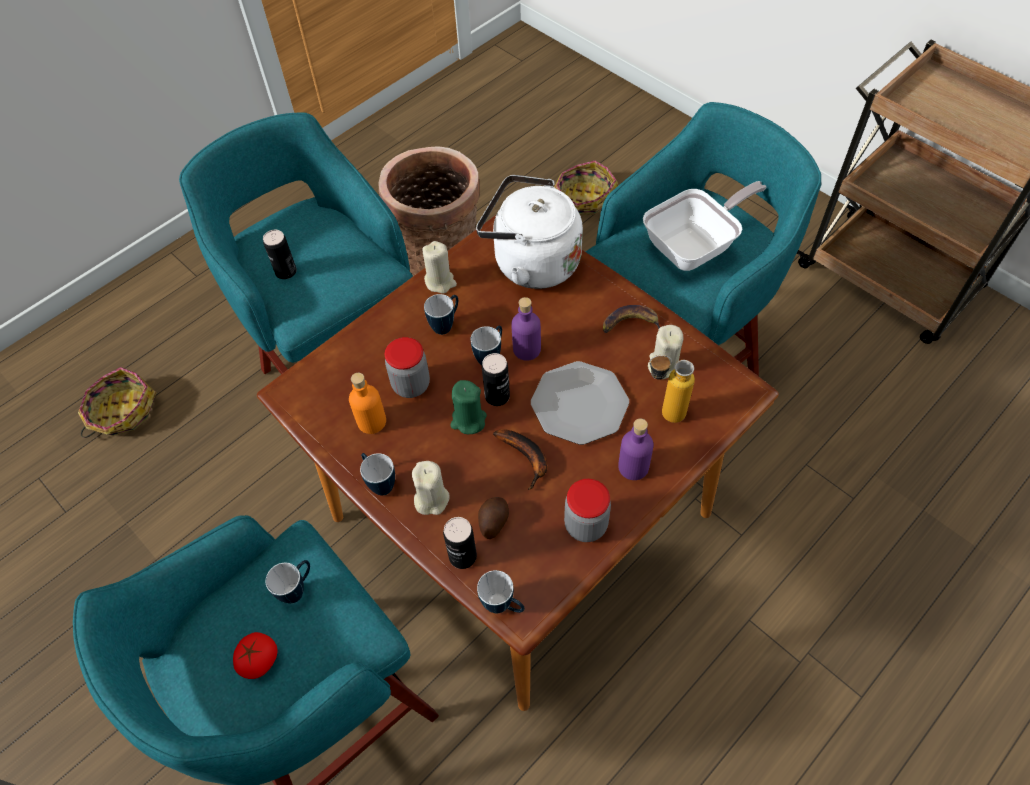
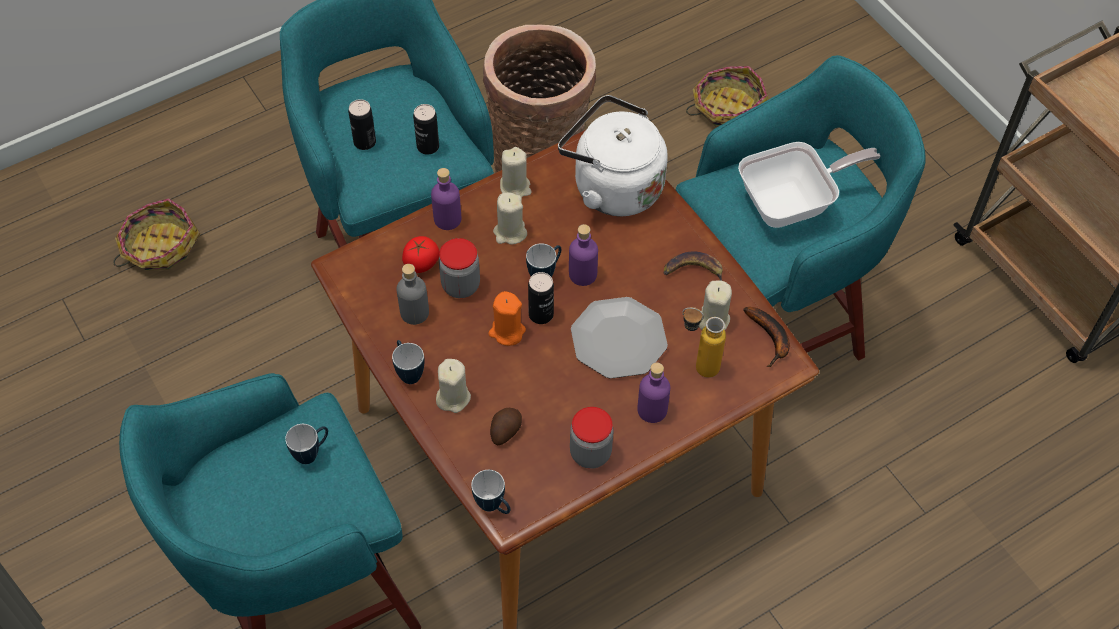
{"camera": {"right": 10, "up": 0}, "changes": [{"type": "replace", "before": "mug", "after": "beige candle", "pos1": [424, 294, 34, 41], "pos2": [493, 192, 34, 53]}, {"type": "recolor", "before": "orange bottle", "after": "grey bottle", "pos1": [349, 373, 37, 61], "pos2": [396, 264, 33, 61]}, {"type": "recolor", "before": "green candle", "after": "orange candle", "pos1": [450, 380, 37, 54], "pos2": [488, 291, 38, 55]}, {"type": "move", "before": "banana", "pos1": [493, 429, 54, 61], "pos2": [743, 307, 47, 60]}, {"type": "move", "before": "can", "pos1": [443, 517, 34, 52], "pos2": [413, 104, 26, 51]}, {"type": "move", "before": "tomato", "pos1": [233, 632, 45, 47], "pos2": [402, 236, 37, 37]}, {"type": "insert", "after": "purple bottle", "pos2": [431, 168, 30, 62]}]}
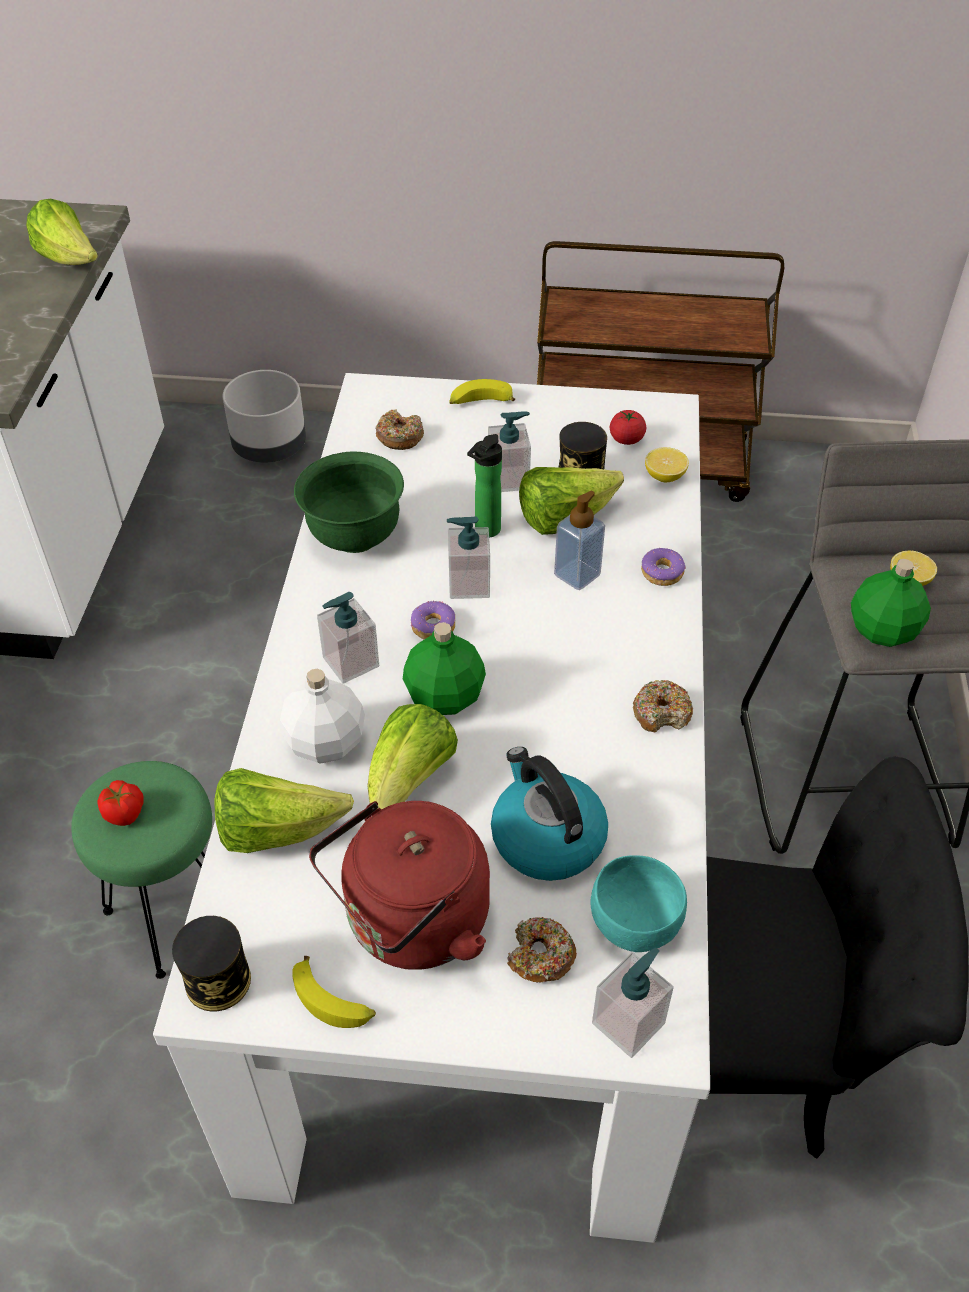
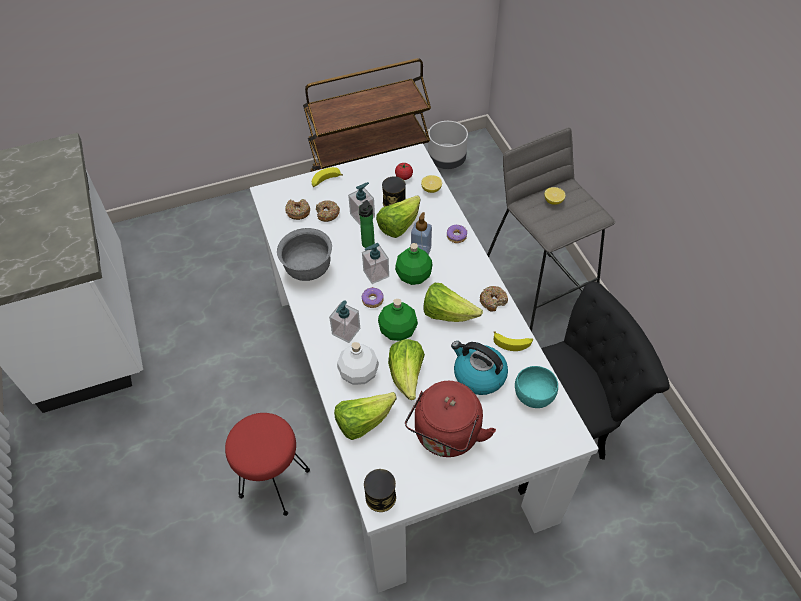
{"camera": {"right": -25, "up": 5}, "changes": [{"type": "move", "before": "lettuce", "pos1": [26, 199, 72, 66], "pos2": [423, 283, 60, 39]}, {"type": "move", "before": "grey planter", "pos1": [223, 370, 83, 93], "pos2": [428, 121, 40, 48]}, {"type": "recolor", "before": "green bowl", "after": "grey bowl", "pos1": [294, 451, 110, 102], "pos2": [277, 228, 55, 53]}, {"type": "move", "before": "green bottle", "pos1": [851, 559, 80, 88], "pos2": [395, 243, 38, 42]}, {"type": "recolor", "before": "green stool", "after": "red stool", "pos1": [71, 761, 141, 218], "pos2": [225, 413, 85, 103]}, {"type": "delete", "before": "tomato", "pos1": [98, 780, 46, 46]}, {"type": "move", "before": "donut", "pos1": [507, 917, 70, 66], "pos2": [316, 200, 24, 22]}, {"type": "delete", "before": "soap dispenser", "pos1": [592, 948, 82, 110]}, {"type": "move", "before": "banana", "pos1": [292, 956, 84, 72], "pos2": [493, 331, 40, 20]}]}
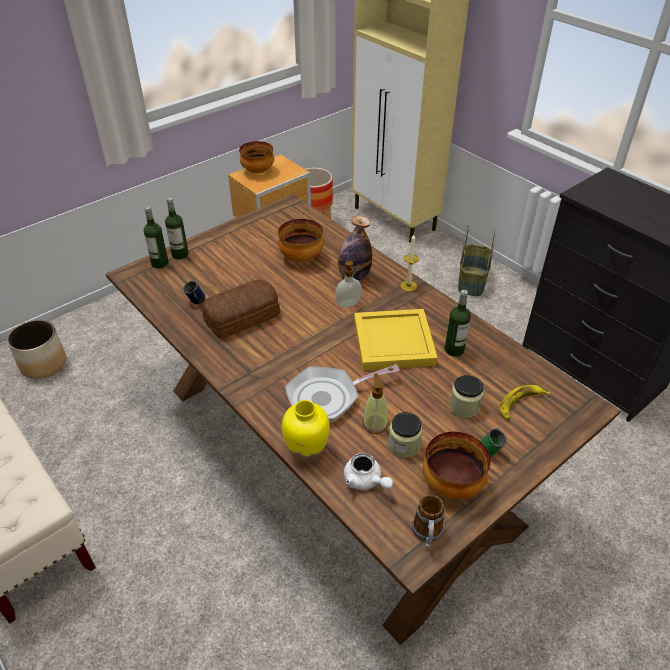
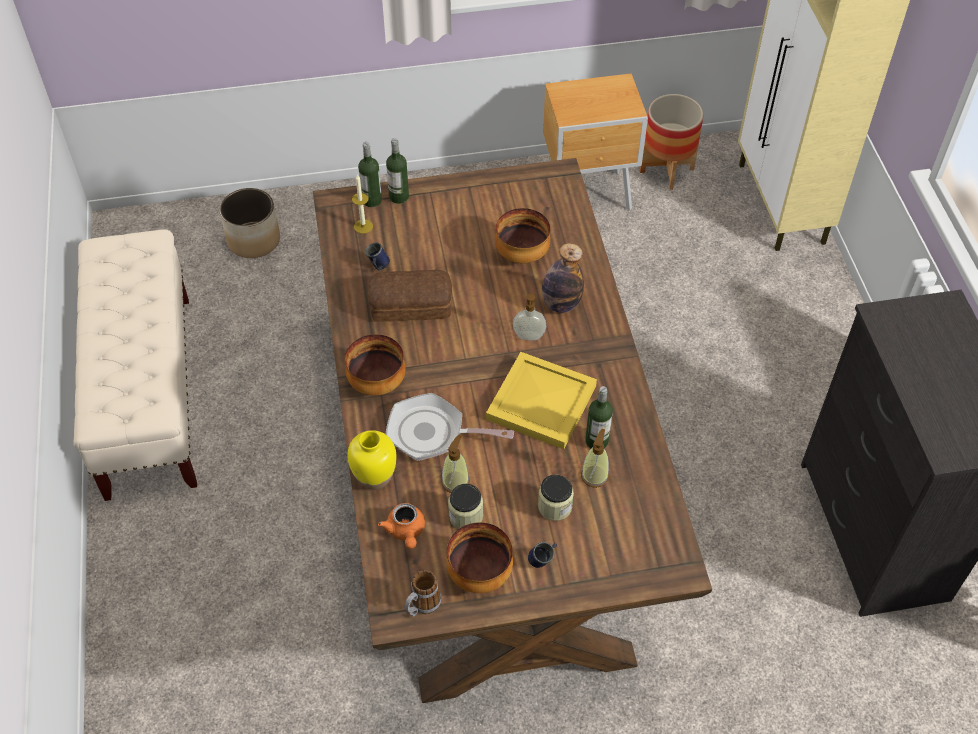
{"camera": {"right": 30, "up": 10}, "changes": [{"type": "move", "before": "bowl", "pos1": [239, 141, 35, 33], "pos2": [345, 334, 61, 62]}, {"type": "delete", "before": "basket", "pos1": [458, 225, 39, 71]}, {"type": "move", "before": "candle", "pos1": [400, 234, 19, 58], "pos2": [352, 174, 21, 60]}, {"type": "delete", "before": "banana", "pos1": [500, 385, 50, 34]}, {"type": "recolor", "before": "green mug", "after": "blue mug", "pos1": [481, 428, 26, 29], "pos2": [528, 542, 29, 26]}, {"type": "recolor", "before": "white teapot", "after": "orange teapot", "pos1": [344, 453, 49, 37], "pos2": [378, 503, 47, 46]}, {"type": "insert", "after": "soap dispenser", "pos2": [581, 429, 28, 59]}]}
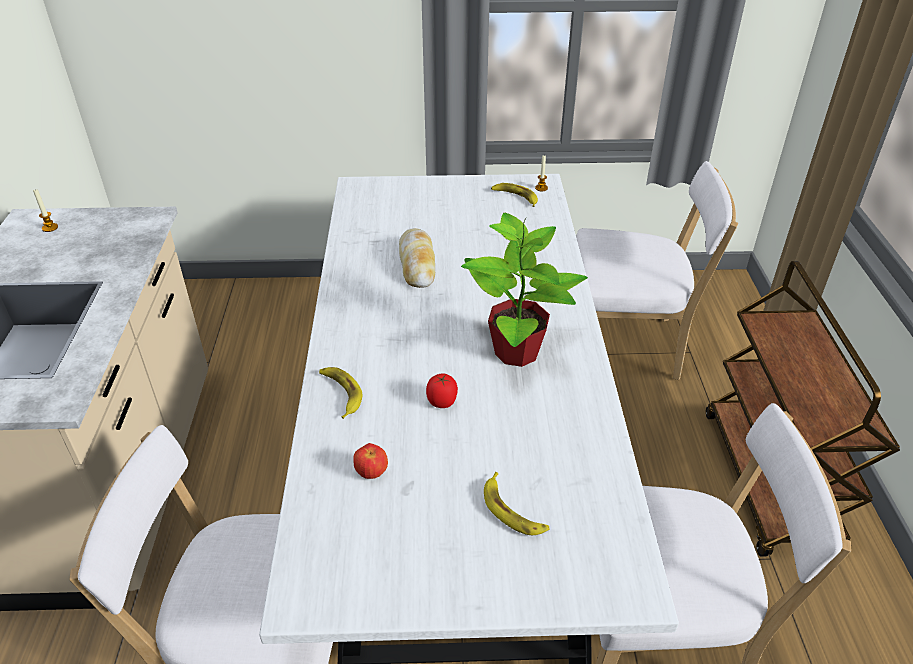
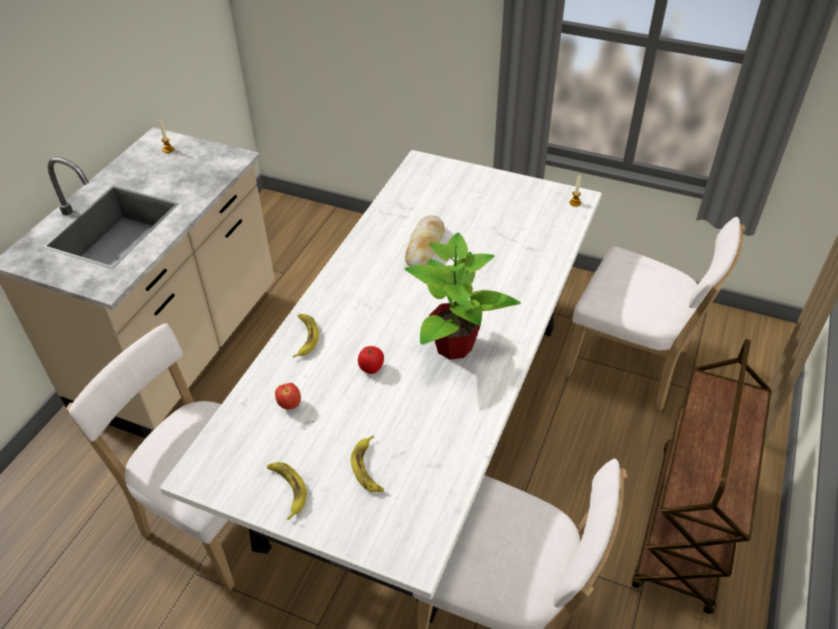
{"camera": {"right": 25, "up": 5}, "changes": [{"type": "move", "before": "banana", "pos1": [491, 183, 47, 24], "pos2": [267, 462, 40, 58]}]}
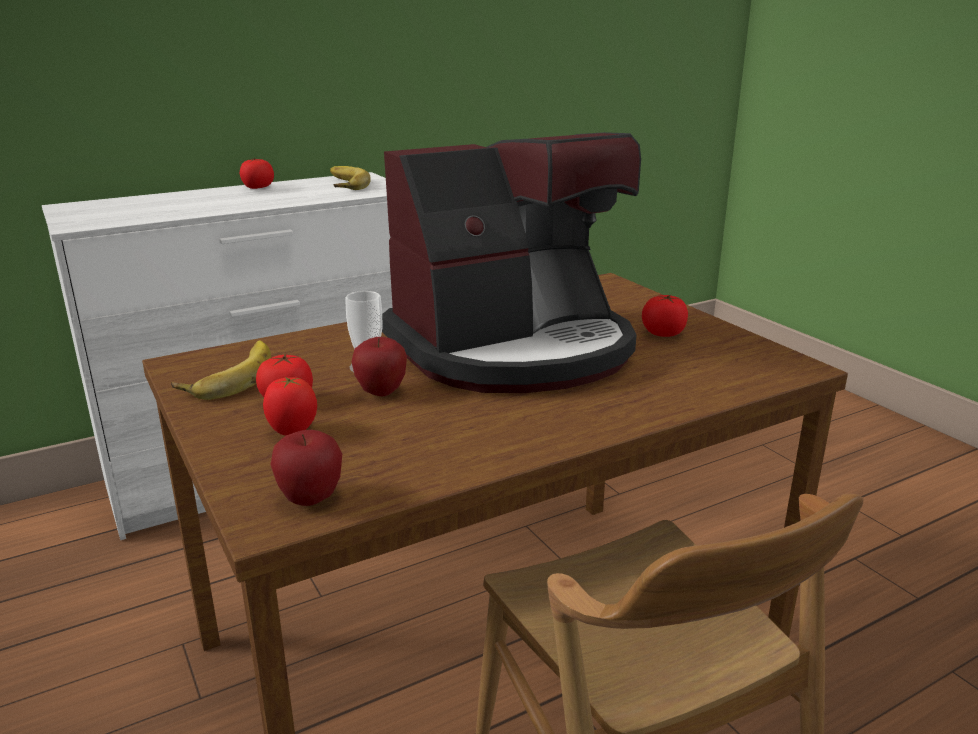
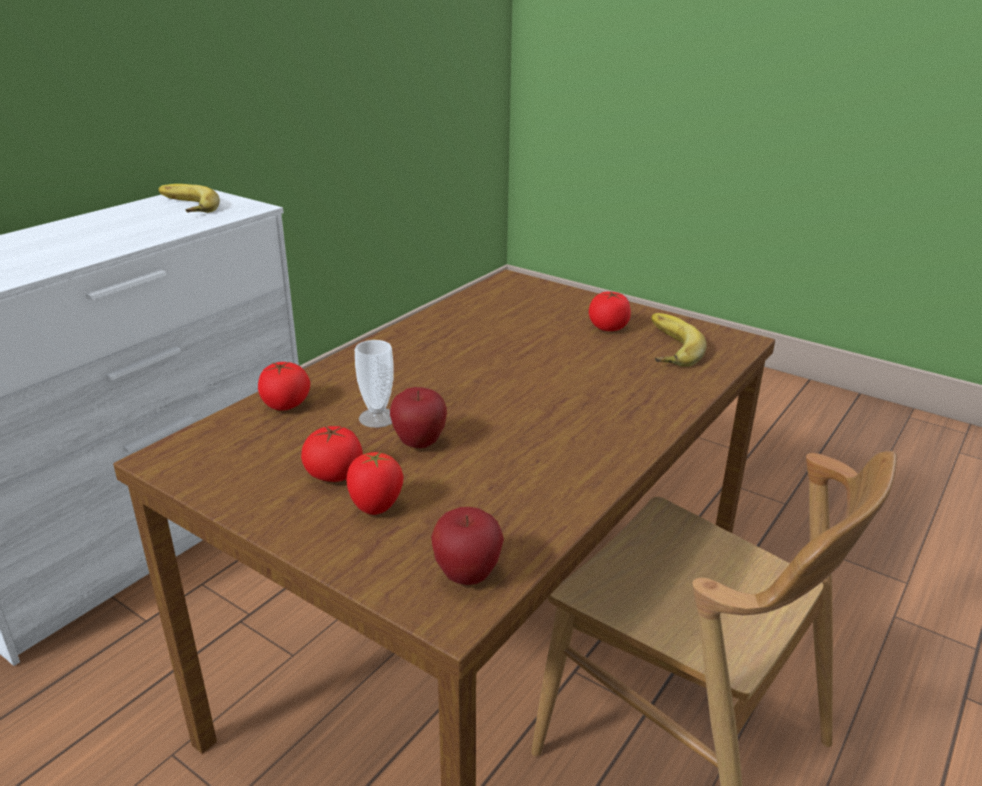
{"camera": {"right": -25, "up": 5}, "changes": [{"type": "delete", "before": "coffee machine", "pos1": [382, 132, 259, 261]}, {"type": "move", "before": "tomato", "pos1": [240, 158, 34, 31], "pos2": [258, 362, 52, 49]}, {"type": "move", "before": "banana", "pos1": [171, 341, 100, 59], "pos2": [651, 313, 56, 54]}]}
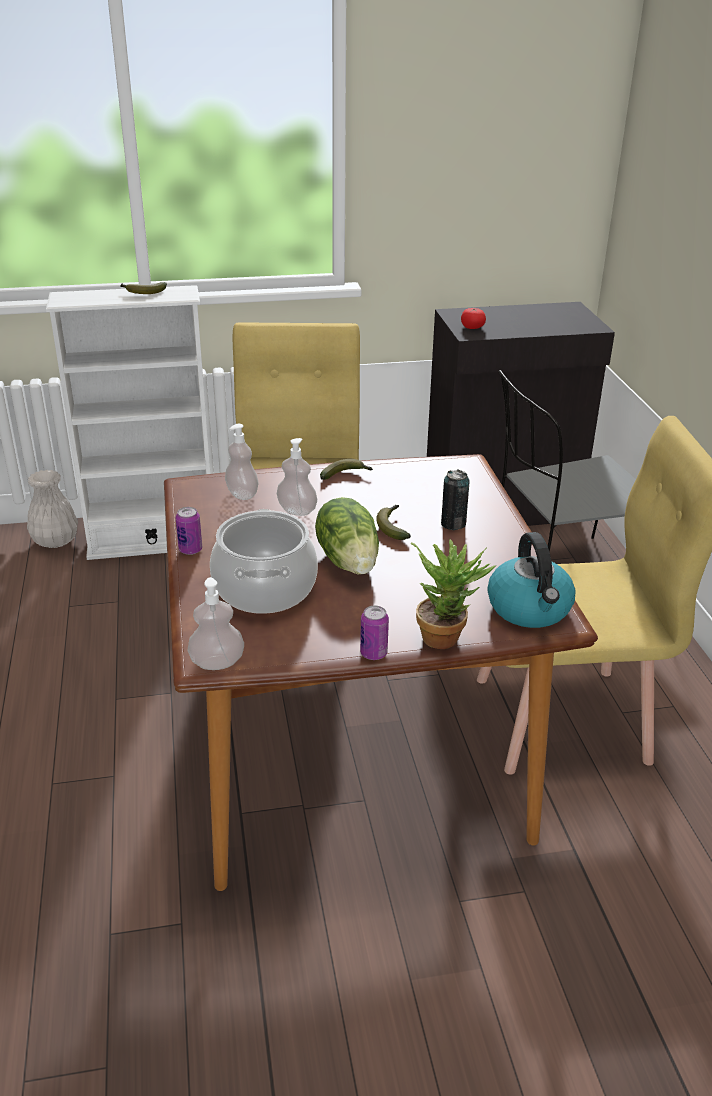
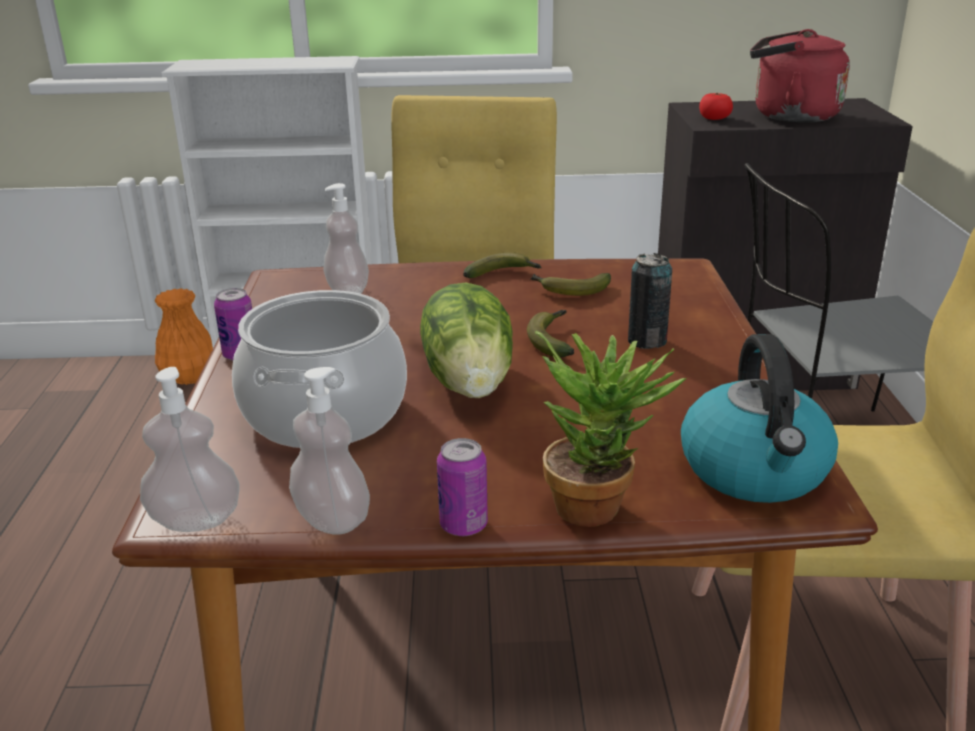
{"camera": {"right": 10, "up": -5}, "changes": [{"type": "move", "before": "banana", "pos1": [120, 282, 47, 12], "pos2": [531, 273, 80, 23]}, {"type": "move", "before": "soap dispenser", "pos1": [277, 438, 40, 78], "pos2": [289, 367, 81, 168]}, {"type": "recolor", "before": "white vase", "after": "orange vase", "pos1": [27, 470, 51, 78], "pos2": [155, 288, 58, 97]}, {"type": "insert", "after": "red kettle", "pos2": [750, 29, 100, 94]}]}
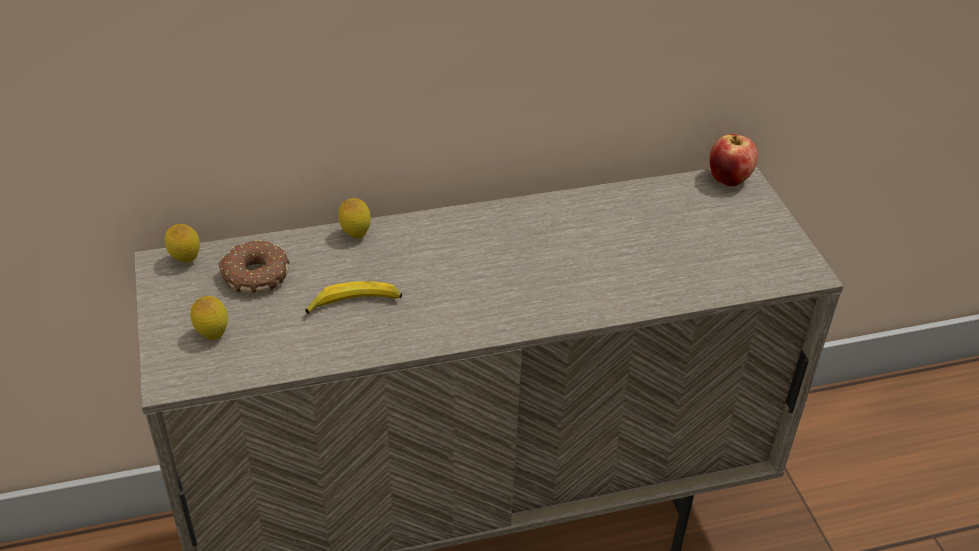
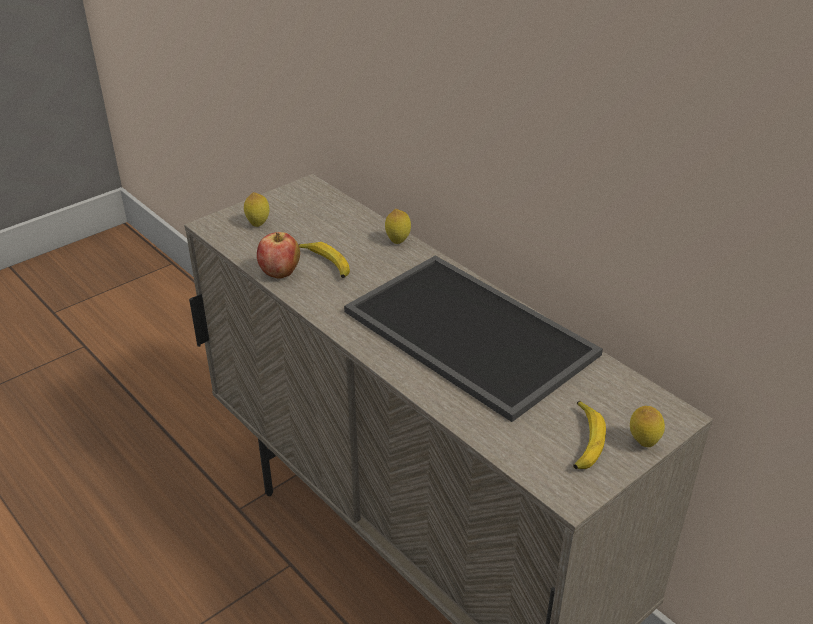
{"camera": {"right": 65, "up": -5}, "changes": [{"type": "move", "before": "apple", "pos1": [709, 134, 49, 53], "pos2": [257, 232, 43, 47]}, {"type": "move", "before": "lemon", "pos1": [165, 224, 35, 38], "pos2": [630, 406, 35, 41]}, {"type": "delete", "before": "donut", "pos1": [218, 240, 72, 53]}, {"type": "insert", "after": "tray", "pos2": [344, 255, 259, 167]}, {"type": "insert", "after": "banana", "pos2": [573, 401, 33, 68]}]}
